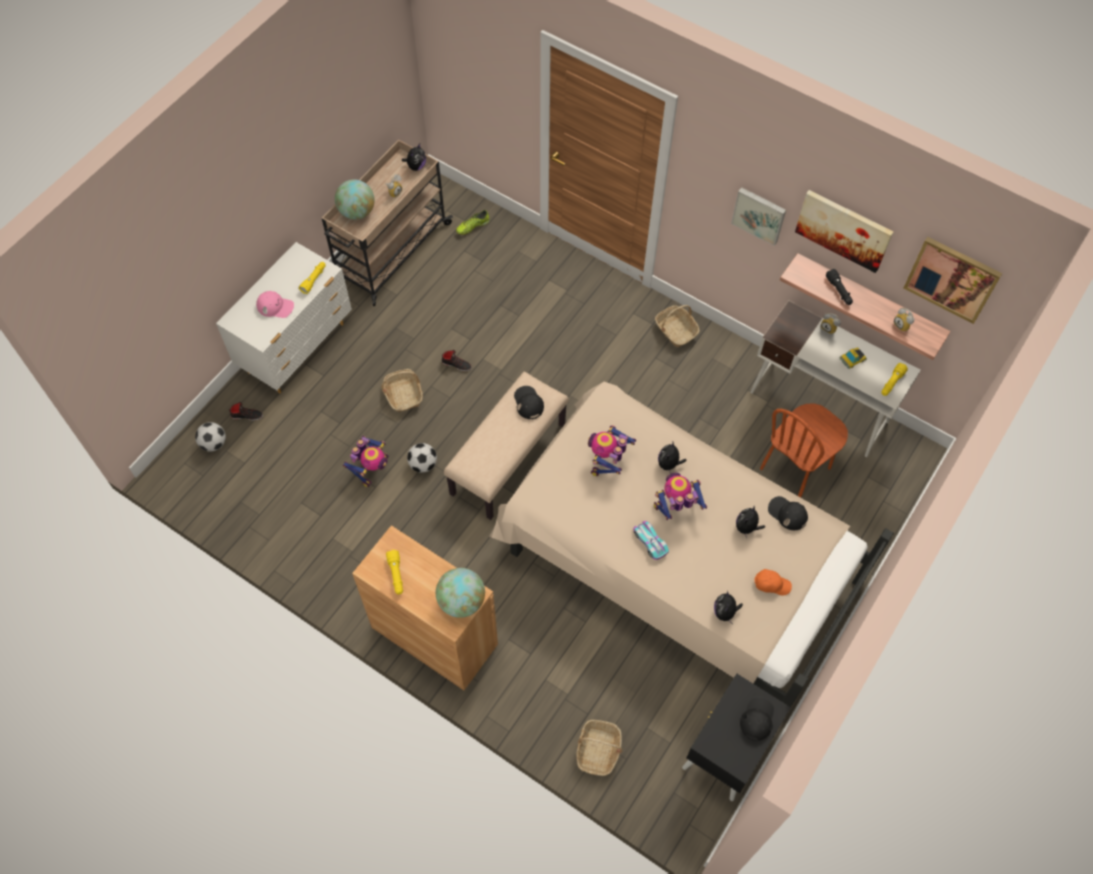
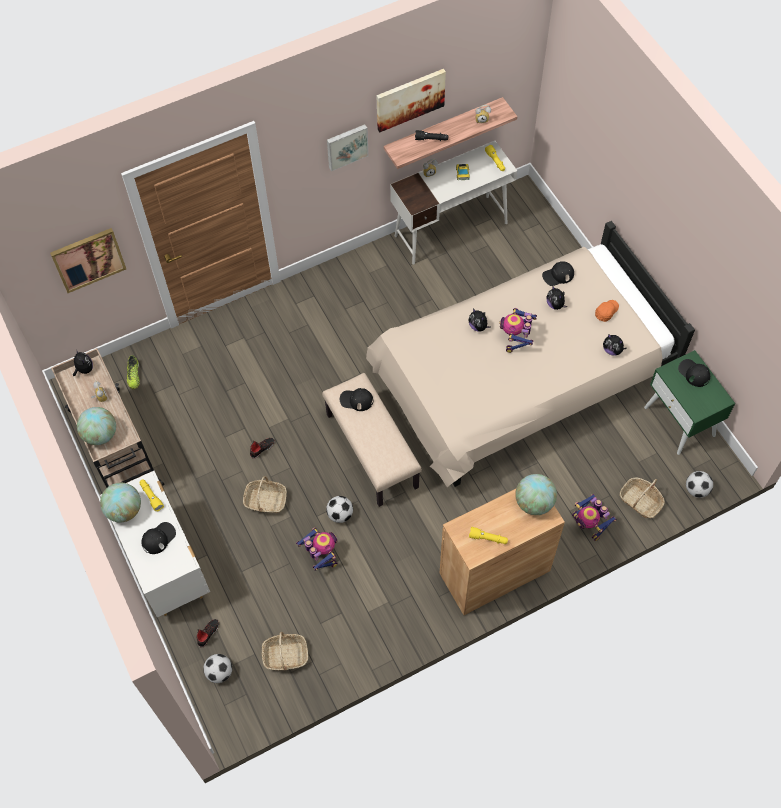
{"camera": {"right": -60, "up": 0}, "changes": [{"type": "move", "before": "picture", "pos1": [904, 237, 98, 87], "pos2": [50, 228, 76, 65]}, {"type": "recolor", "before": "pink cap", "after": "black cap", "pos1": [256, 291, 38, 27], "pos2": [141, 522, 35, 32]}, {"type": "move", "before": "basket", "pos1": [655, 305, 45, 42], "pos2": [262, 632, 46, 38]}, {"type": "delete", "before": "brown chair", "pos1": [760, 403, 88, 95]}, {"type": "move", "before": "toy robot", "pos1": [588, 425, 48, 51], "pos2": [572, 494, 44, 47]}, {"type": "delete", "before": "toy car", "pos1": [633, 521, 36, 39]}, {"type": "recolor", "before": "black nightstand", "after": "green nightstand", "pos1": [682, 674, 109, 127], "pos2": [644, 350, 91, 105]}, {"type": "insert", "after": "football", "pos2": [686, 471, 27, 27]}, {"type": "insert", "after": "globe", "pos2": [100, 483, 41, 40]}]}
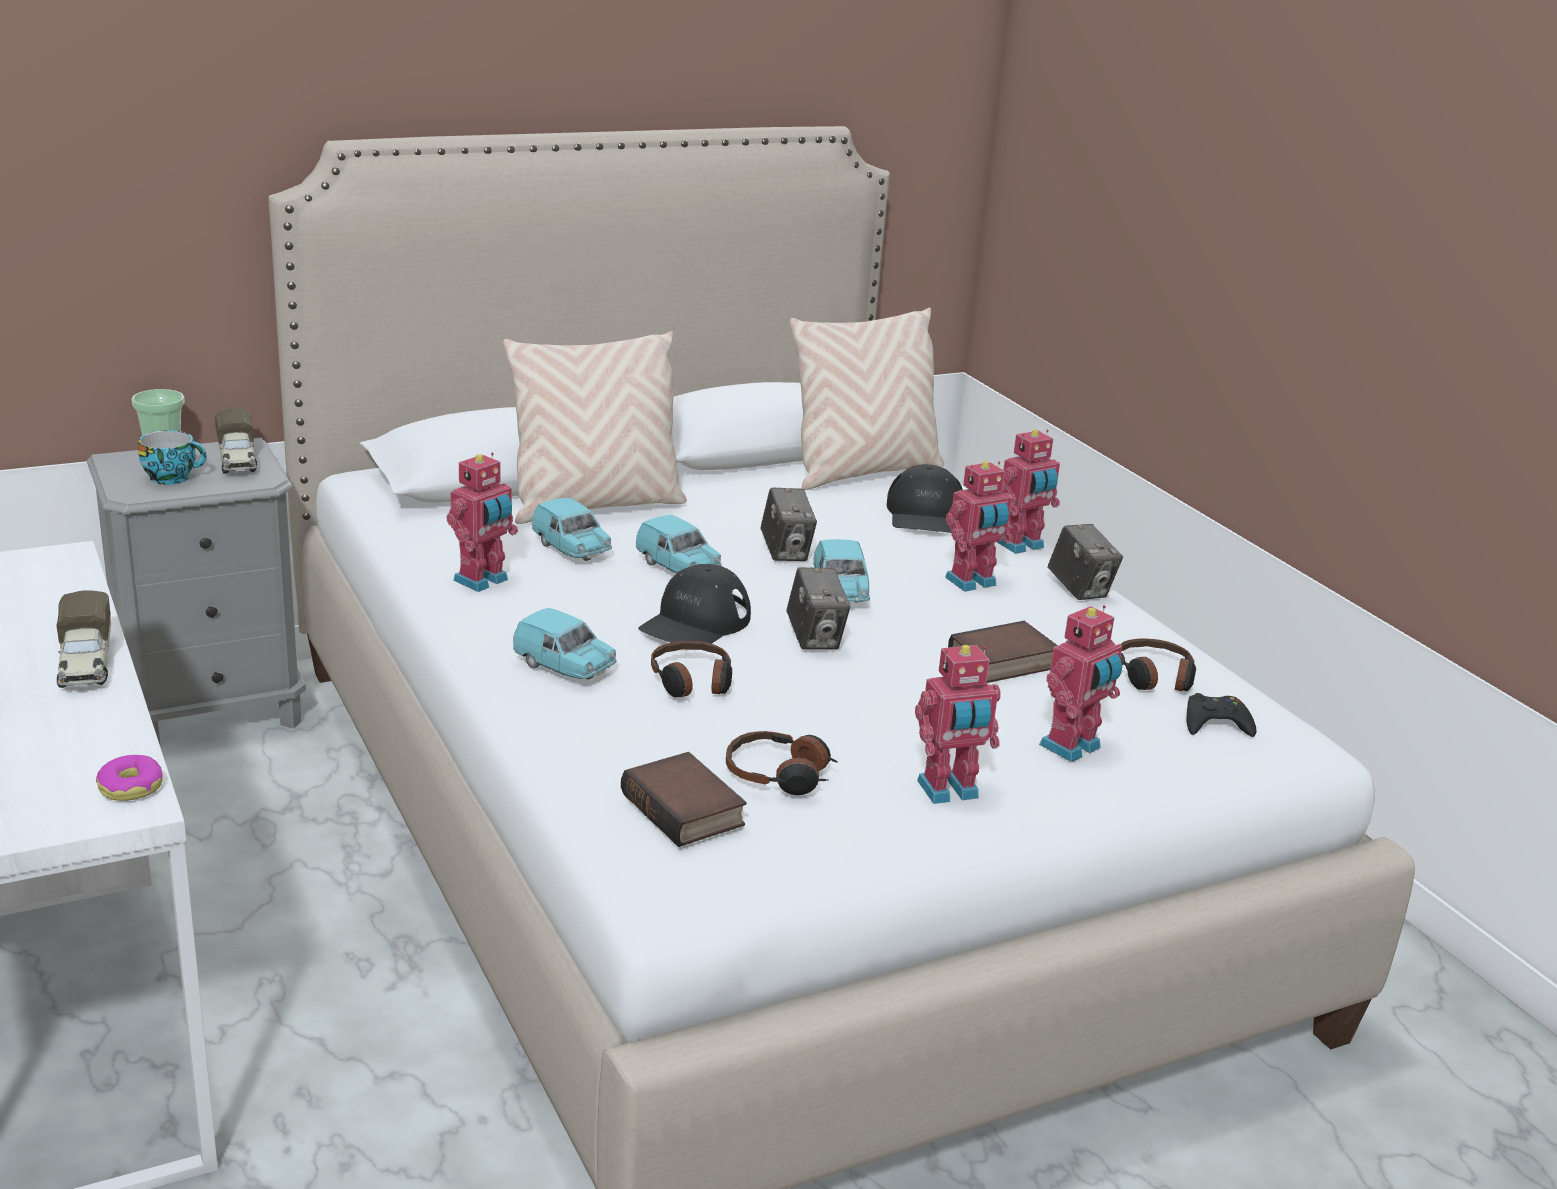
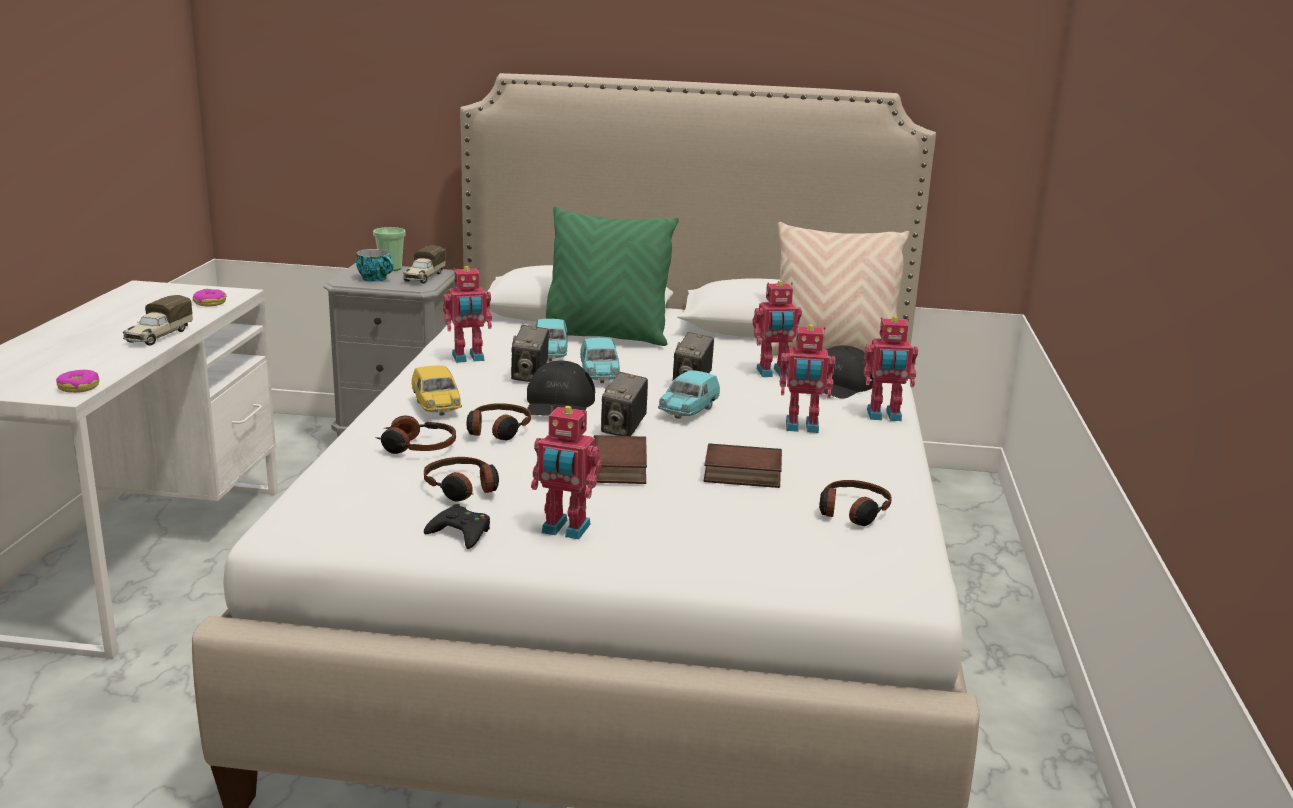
{"camera": {"right": 35, "up": -5}, "changes": [{"type": "recolor", "before": "beige pillow", "after": "green pillow", "pos1": [503, 331, 184, 193], "pos2": [546, 206, 133, 140]}, {"type": "move", "before": "photo camera", "pos1": [1048, 524, 75, 76], "pos2": [511, 325, 38, 57]}, {"type": "rotate", "before": "black cap", "pos1": [638, 564, 113, 80], "pos2": [527, 361, 68, 55], "turn": -60}, {"type": "move", "before": "toy robot", "pos1": [1039, 605, 83, 157], "pos2": [752, 281, 50, 96]}, {"type": "recolor", "before": "turquoise toy car", "after": "yellow toy car", "pos1": [513, 608, 104, 71], "pos2": [412, 365, 50, 51]}, {"type": "move", "before": "black game controller", "pos1": [1187, 693, 70, 44], "pos2": [424, 504, 66, 45]}, {"type": "move", "before": "book", "pos1": [621, 752, 125, 95], "pos2": [593, 435, 54, 49]}, {"type": "insert", "after": "donut", "pos2": [193, 289, 34, 17]}, {"type": "insert", "after": "headphones", "pos2": [376, 415, 80, 39]}]}
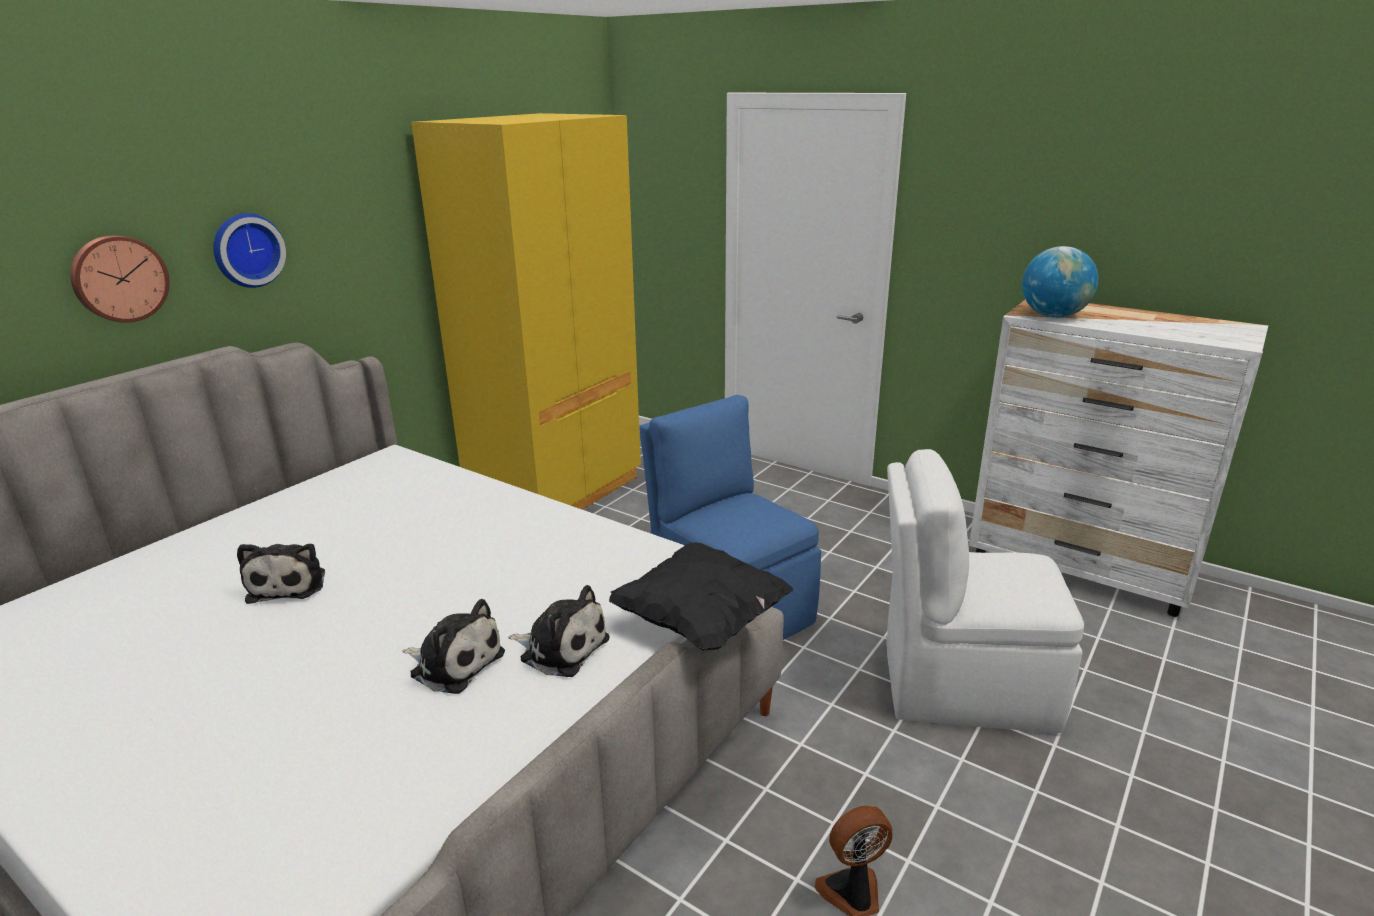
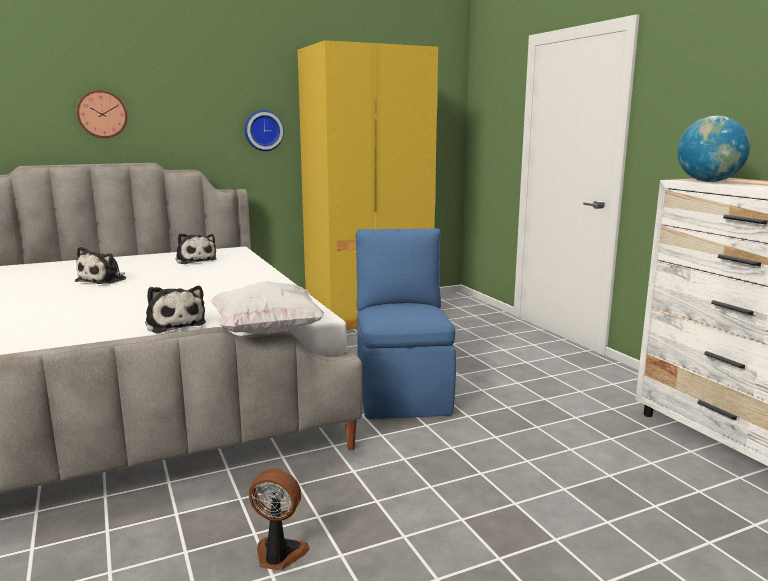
{"camera": {"right": 30, "up": -10}, "changes": [{"type": "move", "before": "wall clock", "pos1": [213, 213, 73, 75], "pos2": [245, 110, 39, 41]}, {"type": "delete", "before": "white chair", "pos1": [886, 449, 198, 284]}, {"type": "recolor", "before": "black pillow", "after": "white pillow", "pos1": [609, 542, 184, 108], "pos2": [210, 281, 115, 53]}, {"type": "move", "before": "plush toy", "pos1": [403, 599, 102, 95], "pos2": [176, 233, 40, 31]}]}
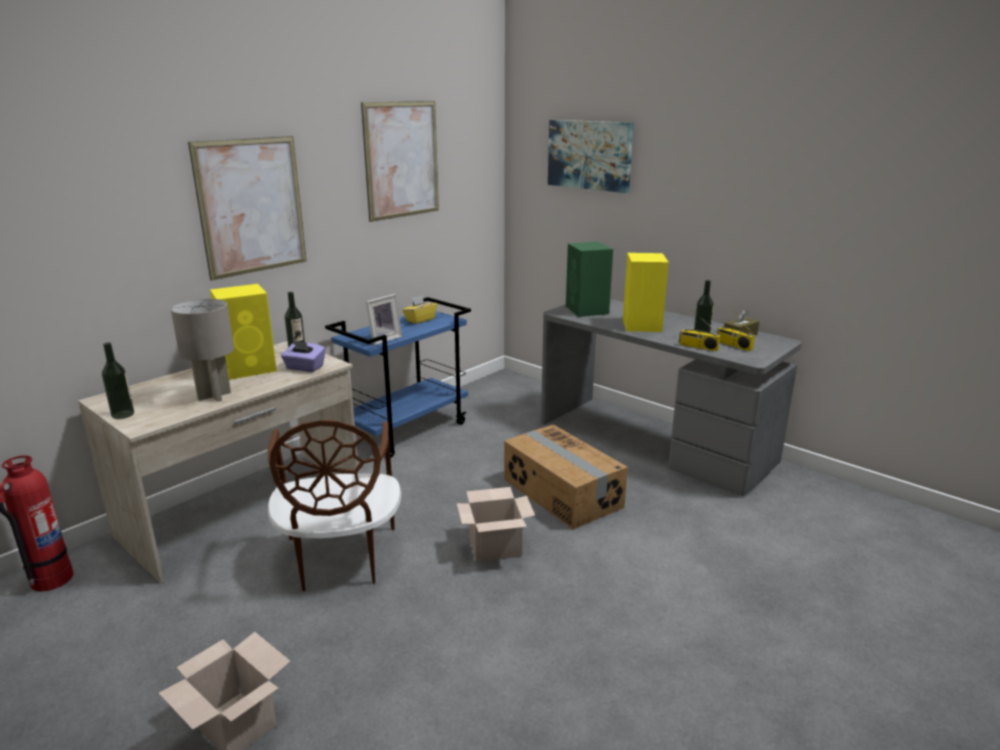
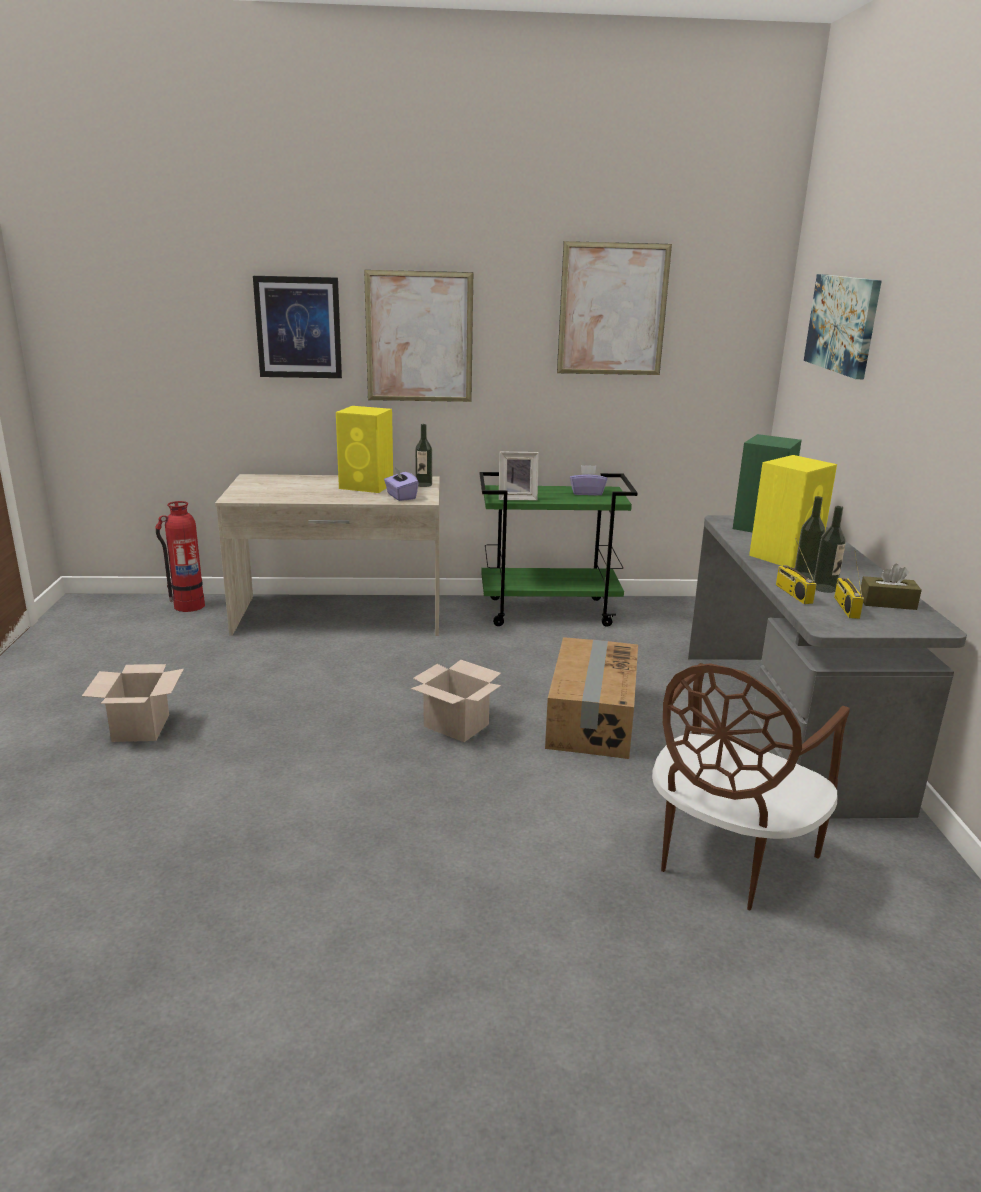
{"camera": {"right": 45, "up": 0}, "changes": [{"type": "recolor", "before": "yellow tissue box", "after": "purple tissue box", "pos1": [402, 295, 35, 29], "pos2": [570, 465, 37, 30]}, {"type": "recolor", "before": "blue cart", "after": "green cart", "pos1": [325, 297, 146, 161], "pos2": [480, 472, 158, 155]}, {"type": "delete", "before": "grey table lamp", "pos1": [171, 299, 63, 103]}, {"type": "move", "before": "bottle", "pos1": [102, 342, 32, 77], "pos2": [795, 496, 30, 84]}, {"type": "move", "before": "brown chair", "pos1": [268, 419, 133, 172], "pos2": [652, 663, 198, 247]}, {"type": "insert", "after": "picture", "pos2": [253, 276, 89, 102]}]}
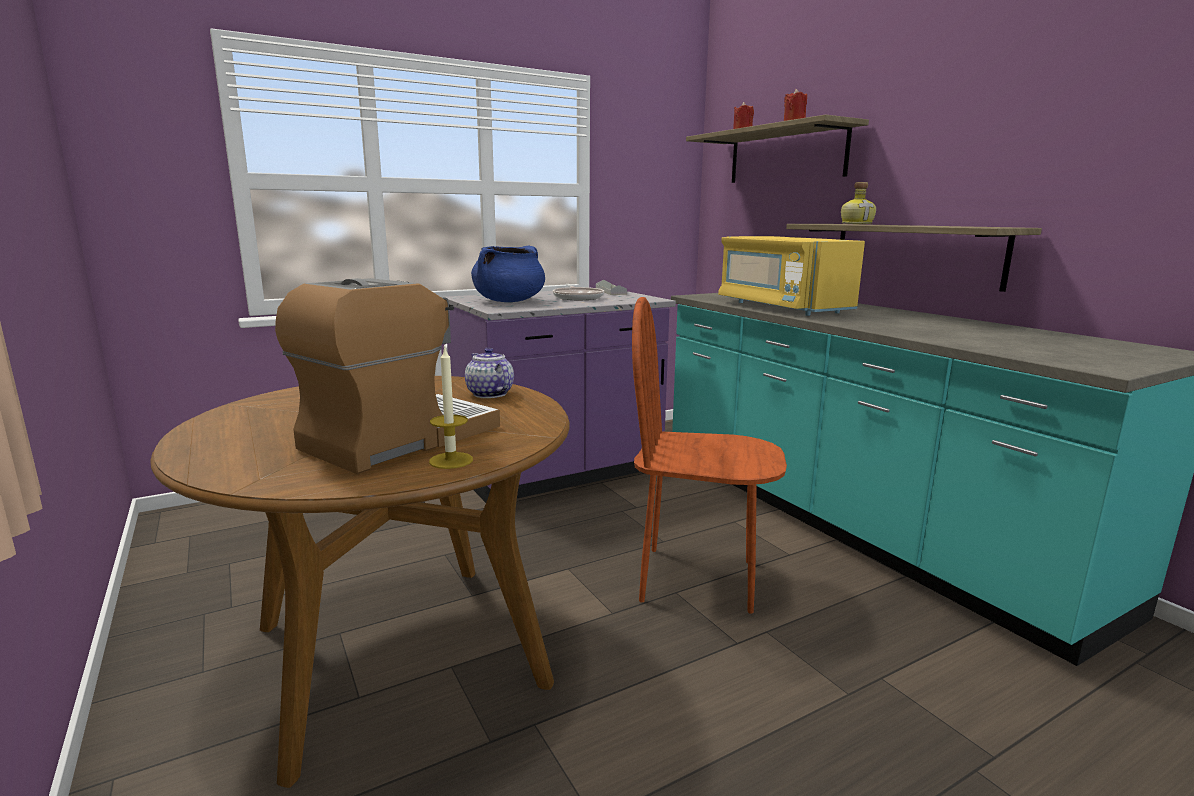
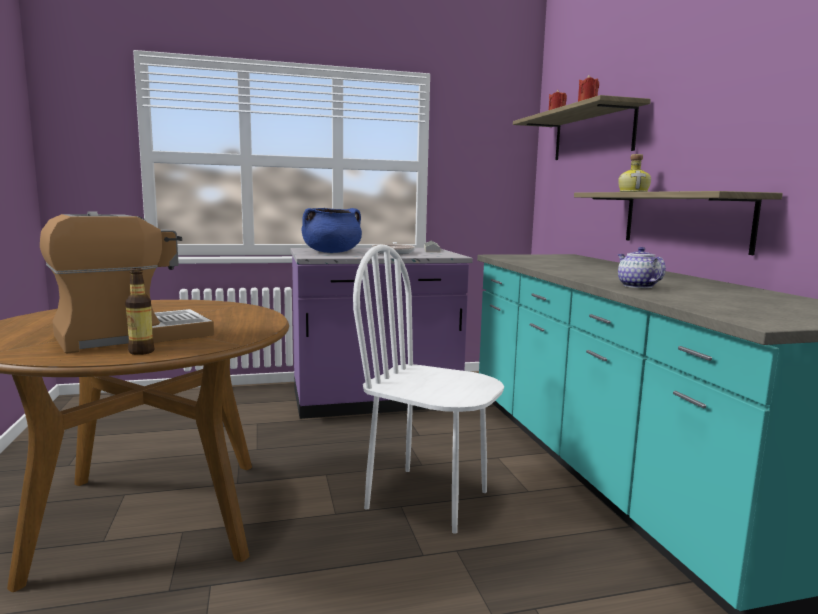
{"camera": {"right": 15, "up": -5}, "changes": [{"type": "delete", "before": "yellow microwave", "pos1": [718, 236, 147, 80]}, {"type": "recolor", "before": "brown chair", "after": "white chair", "pos1": [632, 297, 155, 317], "pos2": [353, 244, 151, 290]}, {"type": "move", "before": "teapot", "pos1": [465, 347, 49, 51], "pos2": [618, 247, 48, 41]}, {"type": "replace", "before": "candle", "after": "bottle", "pos1": [429, 348, 44, 121], "pos2": [125, 268, 29, 87]}]}
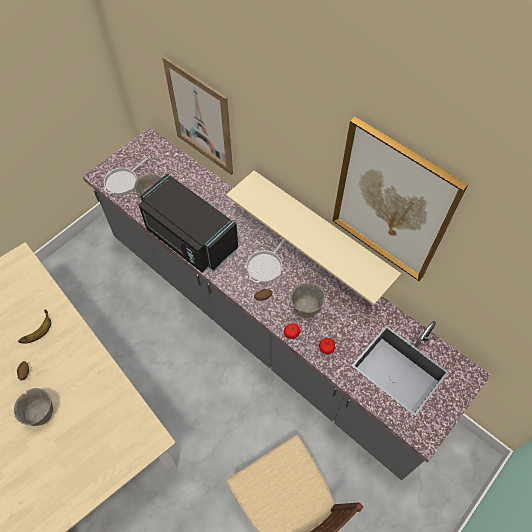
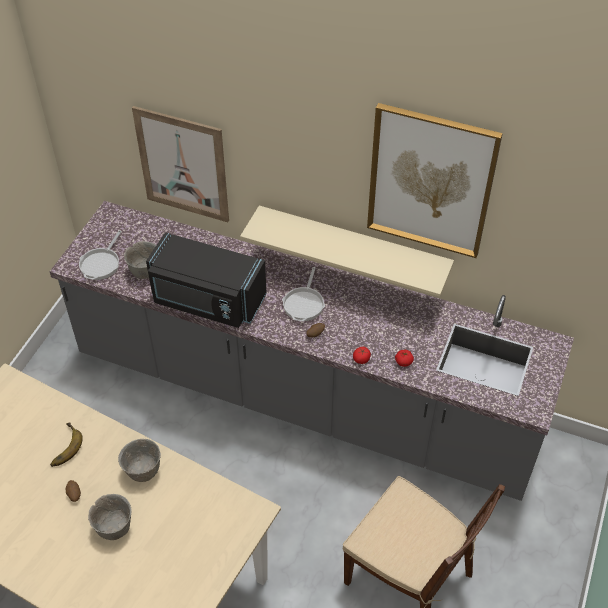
{"camera": {"right": -20, "up": -10}, "changes": [{"type": "move", "before": "grey bowl", "pos1": [290, 283, 35, 35], "pos2": [118, 439, 43, 43]}]}
